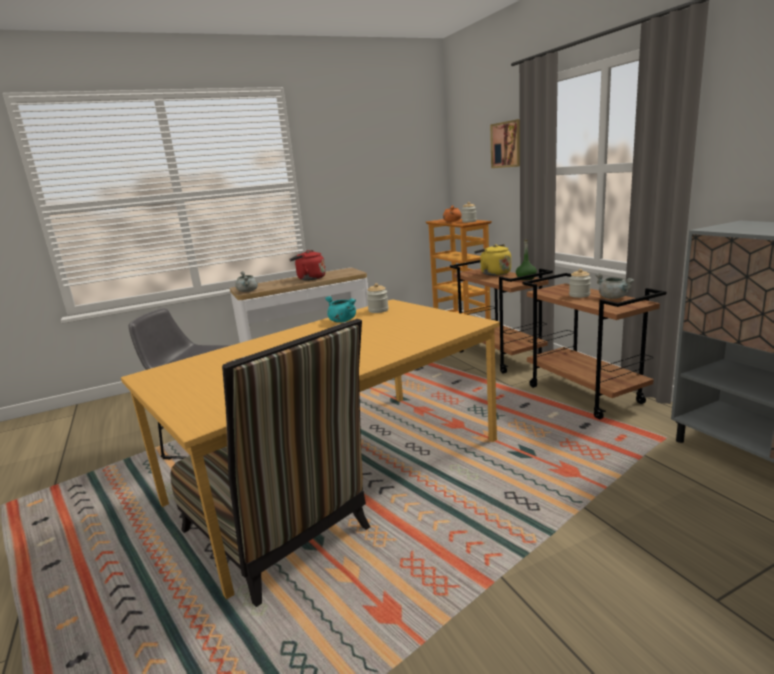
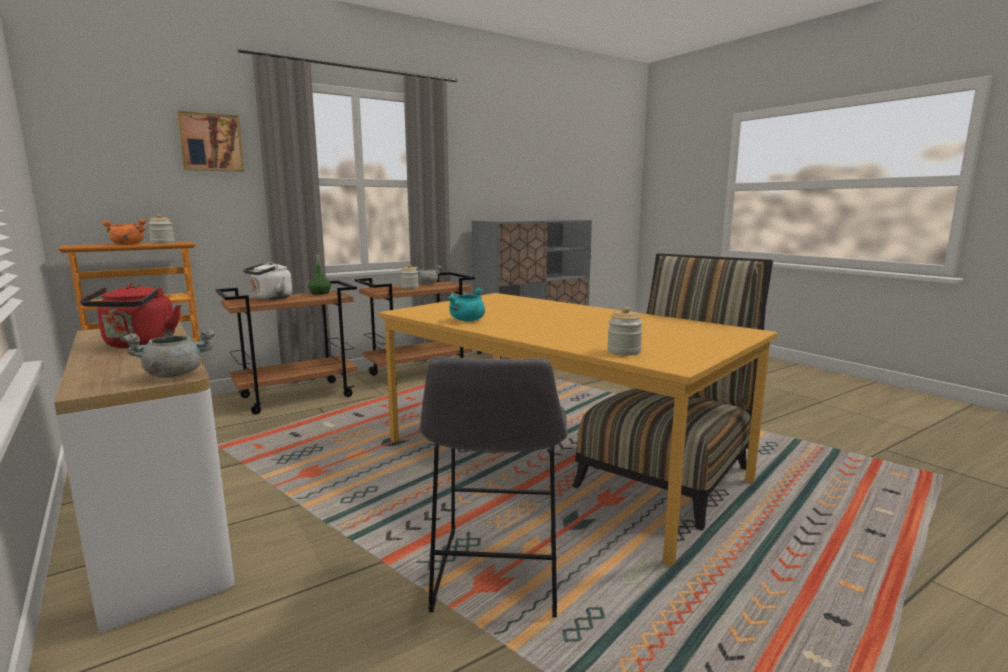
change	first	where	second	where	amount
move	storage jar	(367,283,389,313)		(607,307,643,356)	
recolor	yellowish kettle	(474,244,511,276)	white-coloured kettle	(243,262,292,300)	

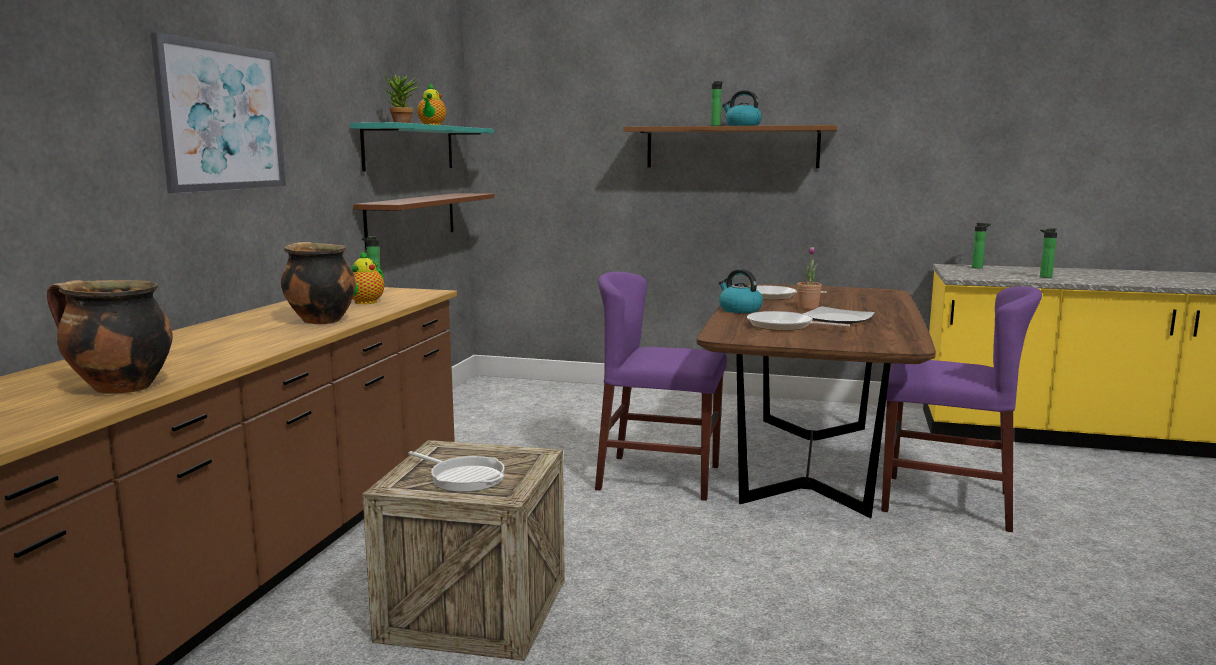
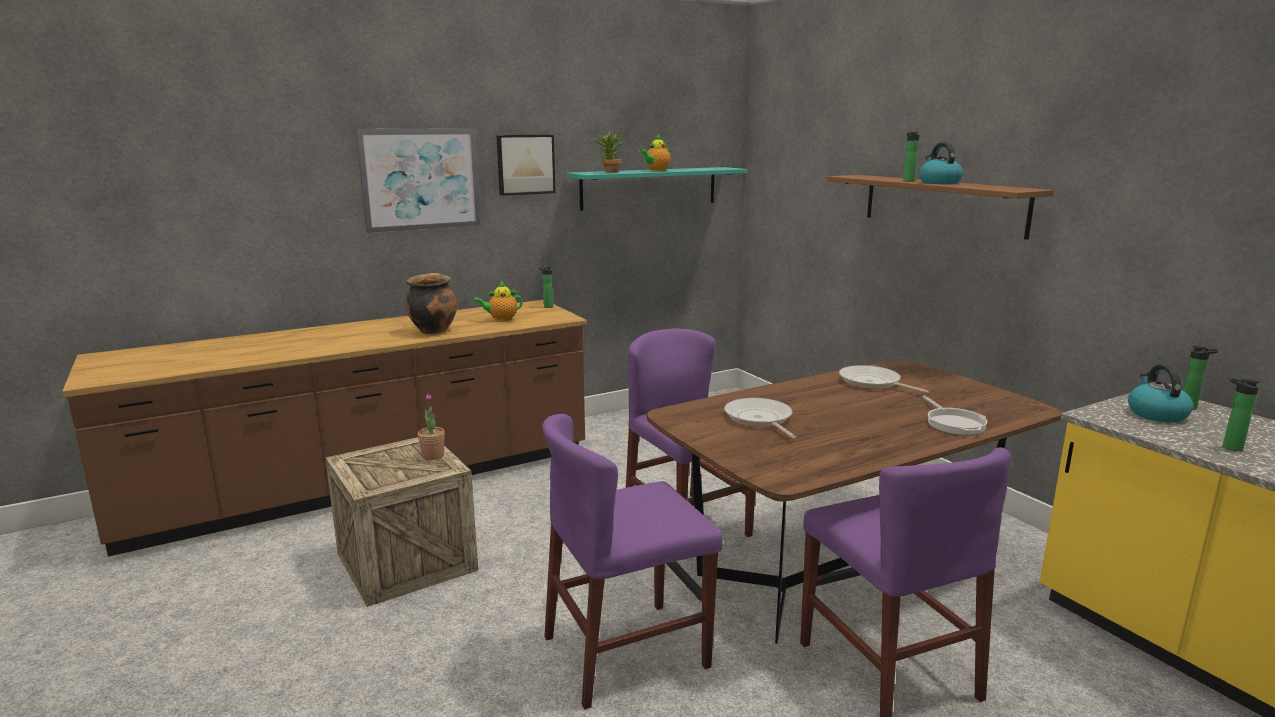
change	first	where	second	where	amount
delete	stockpot	(47,280,173,394)			
delete	brown-coloured wall shelf	(353,193,495,250)			
move	pan	(408,451,505,492)		(922,395,987,435)	
move	kettle	(719,269,763,313)		(1128,364,1193,422)	
move	houseplant	(797,247,822,309)		(418,394,445,460)	
delete	plate	(803,306,875,324)			
insert			wall picture	(496,135,556,196)	
insert			purplish upright chair	(542,414,723,710)	

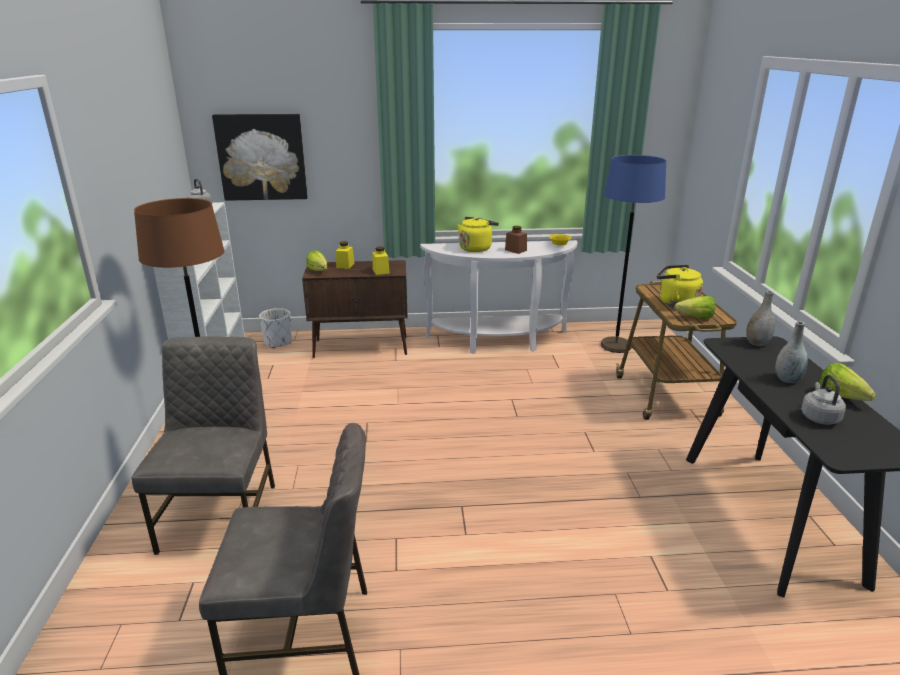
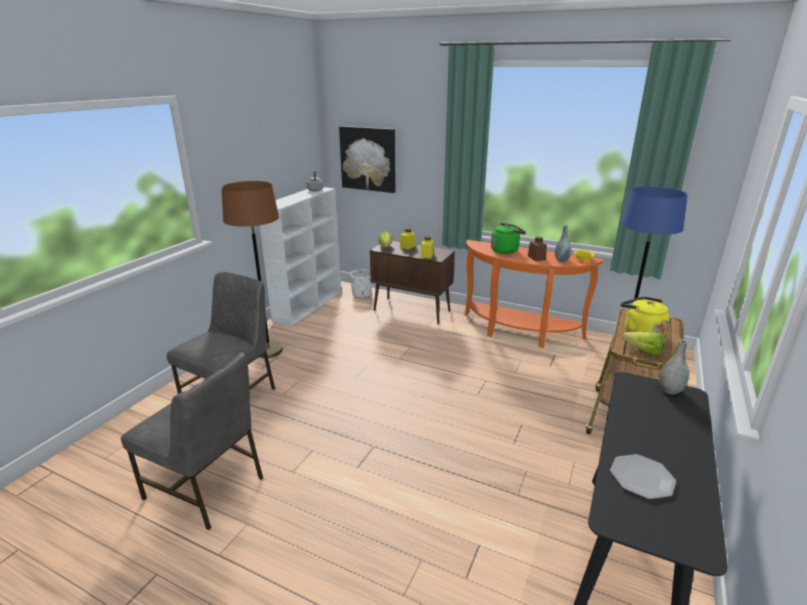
change	first	where	second	where	amount
recolor	white-coloured narrow table	(420,240,578,354)	orange narrow table	(464,240,604,348)	
recolor	yellowish kettle	(457,217,499,252)	green-coloured kettle	(491,223,526,254)	
move	grey flower vase	(775,321,808,383)		(555,225,571,262)	
replace	grey kettle	(801,375,846,425)	plate	(610,454,676,499)	
delete	lettuce head	(819,363,876,401)			

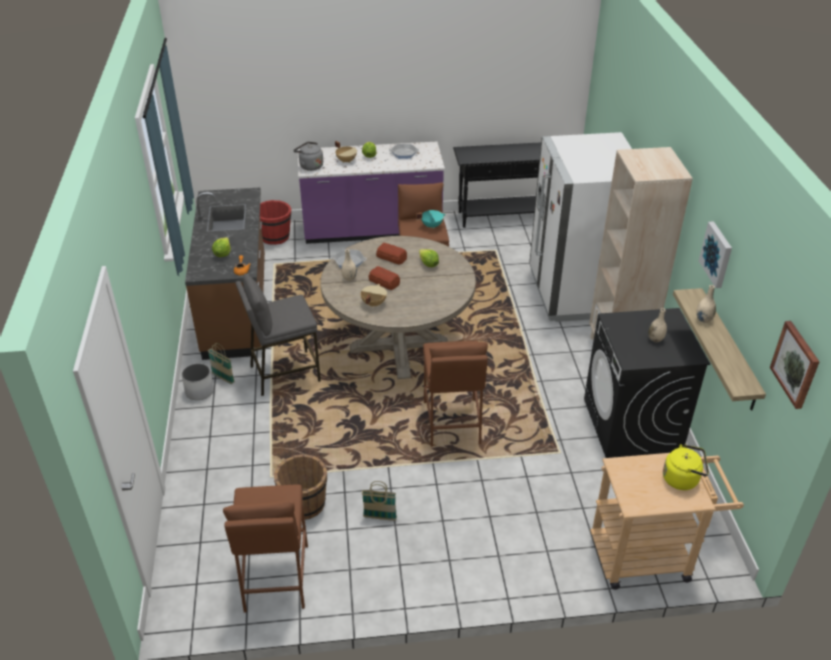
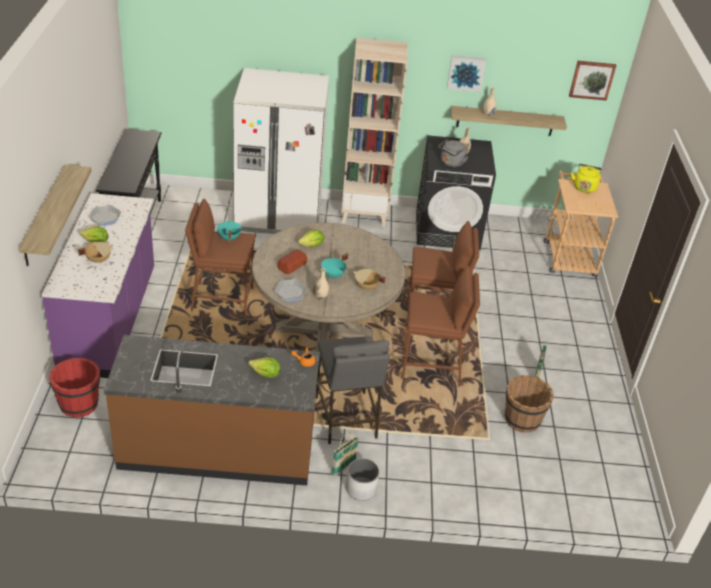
change	first	where	second	where	amount
move	brown-coloured sitting stool	(223,484,308,613)		(401,266,480,385)	
move	grey kettle	(293,142,323,171)		(438,139,468,167)	
replace	bakery bread	(369,266,400,290)	turquoise-coloured stockpot	(321,253,348,279)	
insert			wall shelf	(18,165,91,266)	

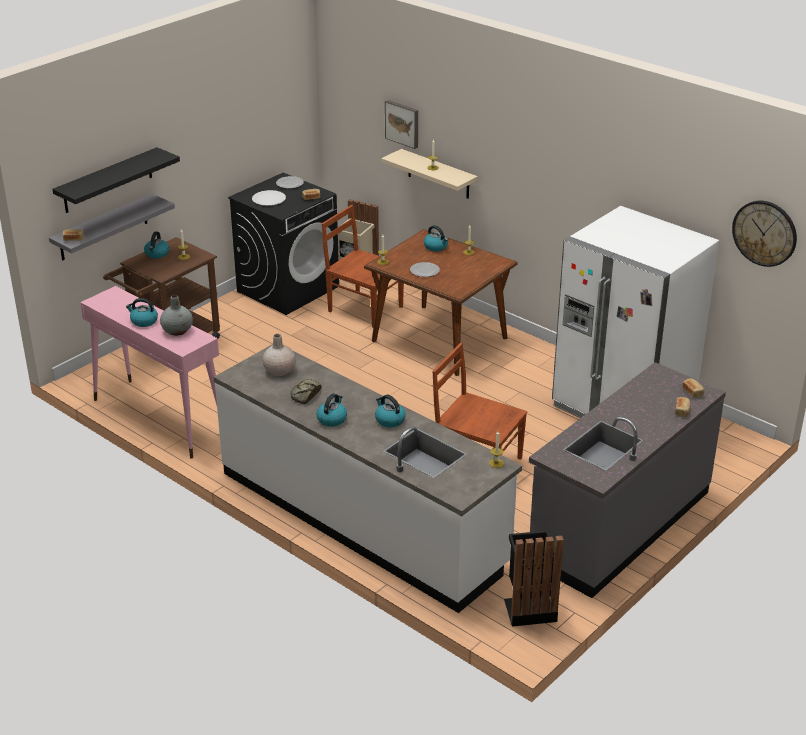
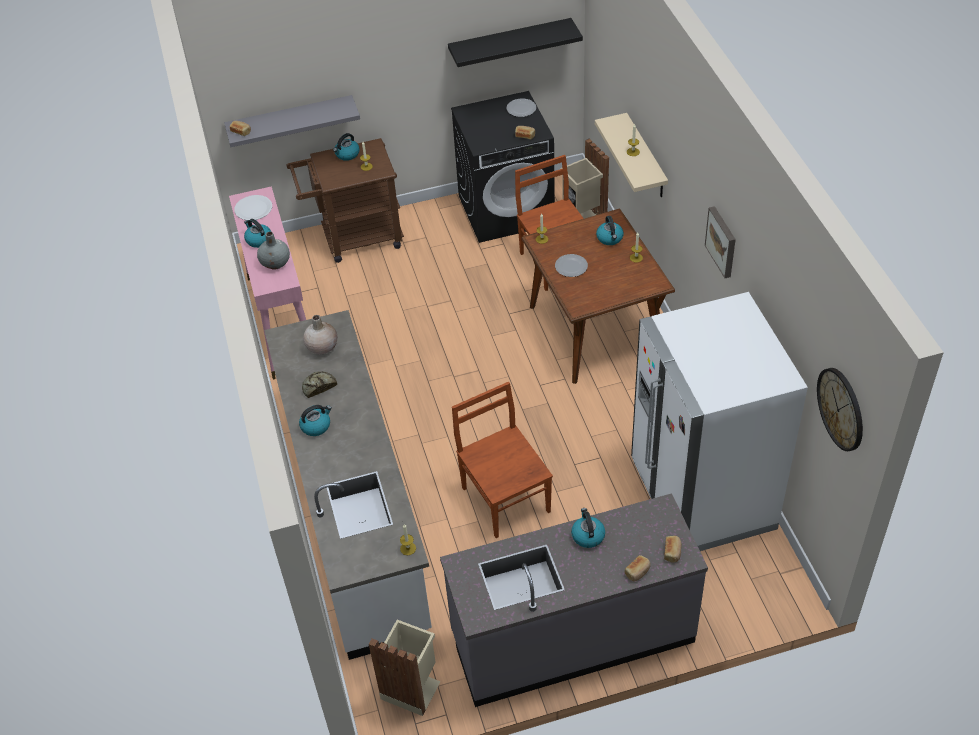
change	first	where	second	where	amount
move	blackish wall shelf	(52,147,180,213)		(448,18,583,67)	
move	white-coloured plate	(252,190,286,206)		(234,195,272,220)	
move	kettle	(375,395,406,427)		(571,508,605,548)	
move	wall picture	(385,100,418,149)		(705,206,736,278)	
recolor	blackish waste bin	(504,530,564,627)	beige waste bin	(369,620,441,716)	

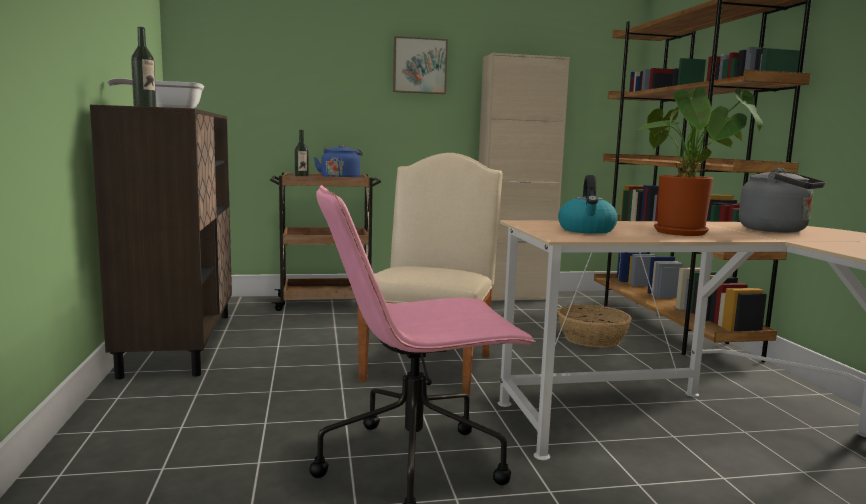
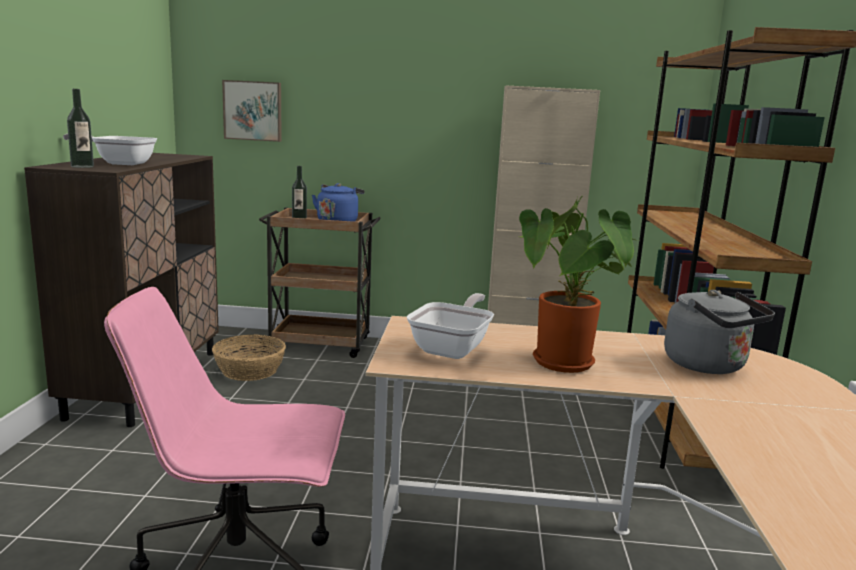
change	first	where	second	where	amount
delete	beige upright chair	(358,153,503,395)			
move	wall picture	(393,36,448,94)		(222,80,282,142)	
move	household basket	(557,305,632,348)		(212,335,286,381)	
replace	kettle	(558,175,618,234)	pan	(407,293,494,359)	

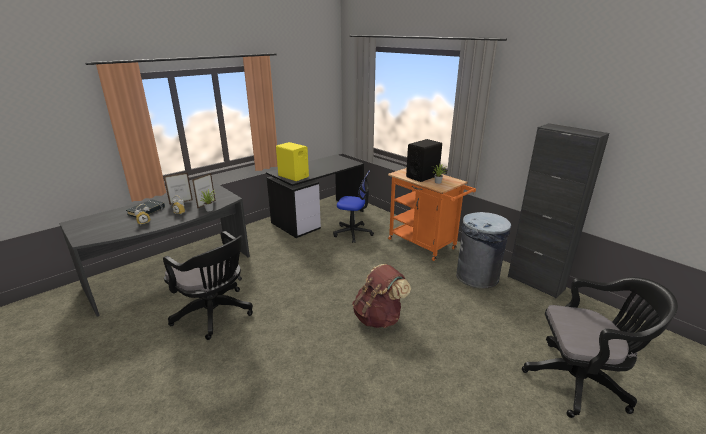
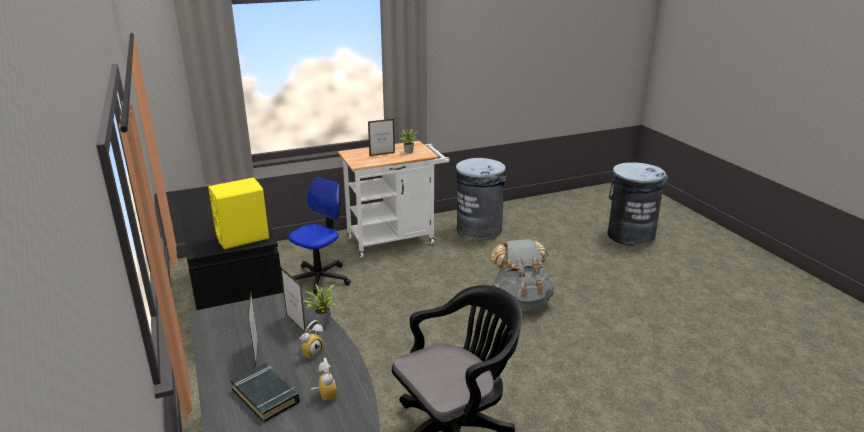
change	first	where	second	where	amount
recolor	brown-coloured rucksack	(352,264,411,328)	grey rucksack	(490,239,555,311)	
recolor	orange cart	(388,168,476,261)	white-coloured cart	(338,141,450,258)	
replace	blackish audio speaker	(406,139,442,182)	picture frame	(368,119,395,156)	
delete	blackish storage cabinet	(508,123,609,298)			
replace	blackish desk chair	(522,277,678,418)	grey waste bin	(608,162,668,247)	

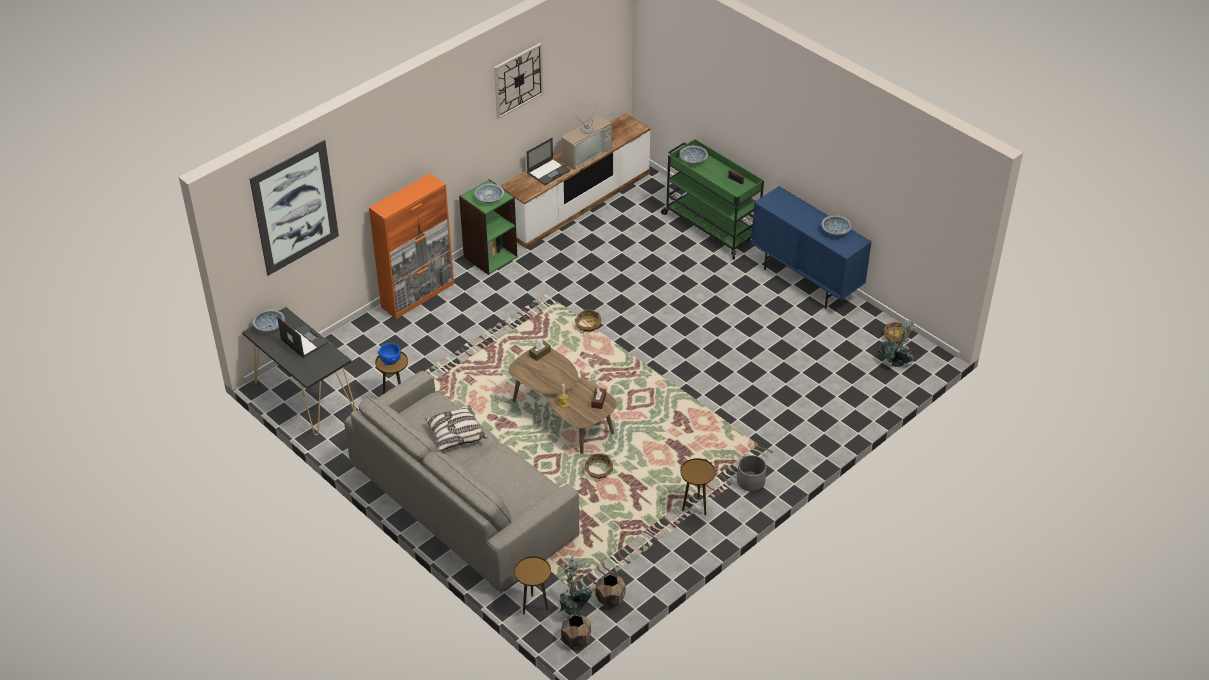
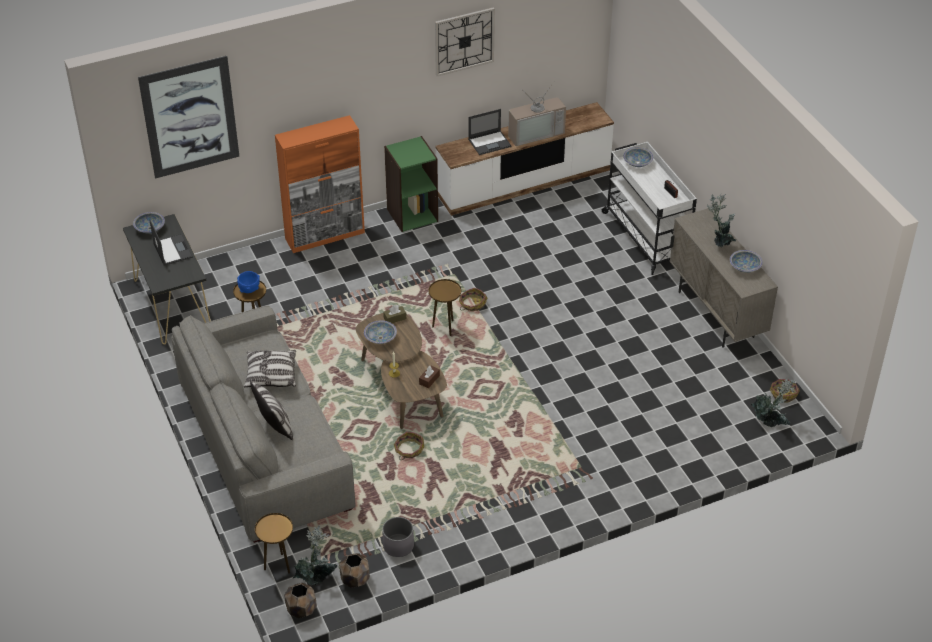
change	first	where	second	where	amount
move	deep dish	(475,184,504,203)		(364,320,397,344)	
recolor	green-coloured cart	(661,139,764,260)	white-coloured cart	(602,142,697,275)	
move	brown-coloured accent table	(680,458,715,515)		(429,279,461,336)	
move	grey plant pot	(737,455,766,492)		(382,517,414,557)	
recolor	blue-coloured storage cabinet	(751,186,872,309)	beige storage cabinet	(670,208,778,348)	
insert			pillow	(250,380,293,440)	
insert			houseplant	(707,193,736,247)	

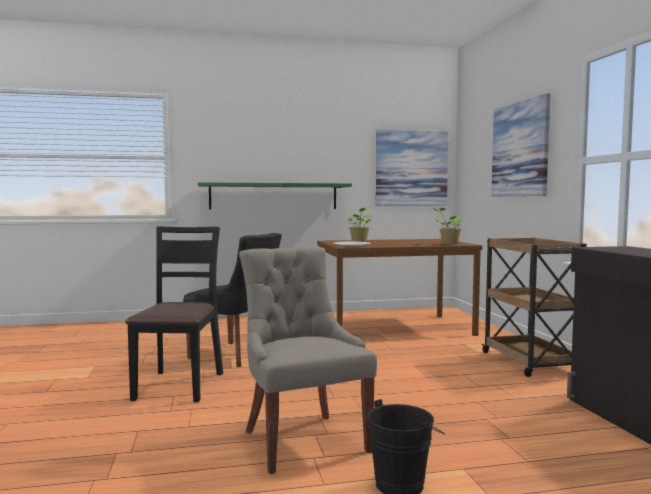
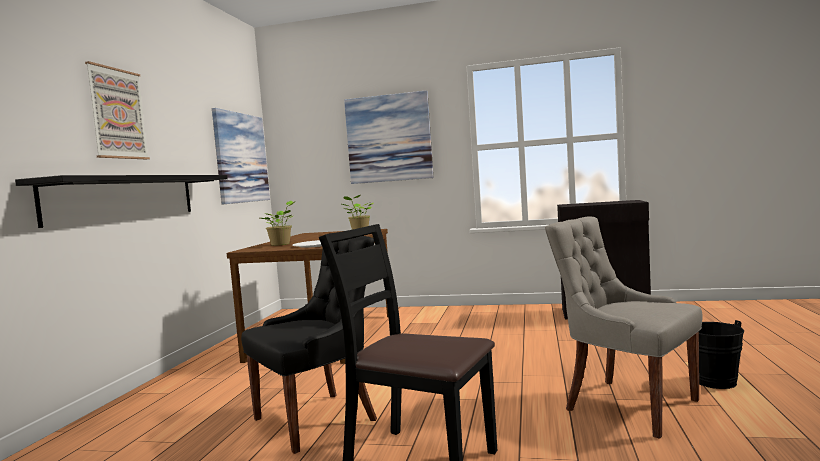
change	first	where	second	where	amount
recolor	green-coloured wall shelf	(198,182,352,209)	blackish wall shelf	(15,175,228,228)	
rotate	grey upright chair	(239,247,377,474)		(545,216,703,439)	45 degrees clockwise
delete	brown-coloured cart	(481,237,587,377)			
insert			wall picture	(85,61,150,159)	

